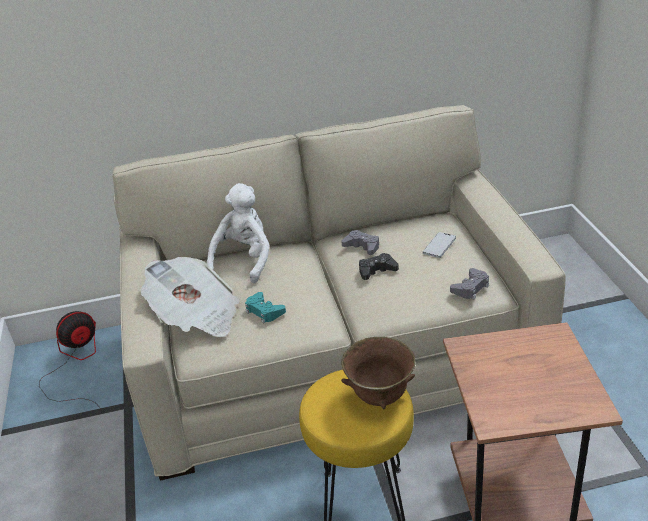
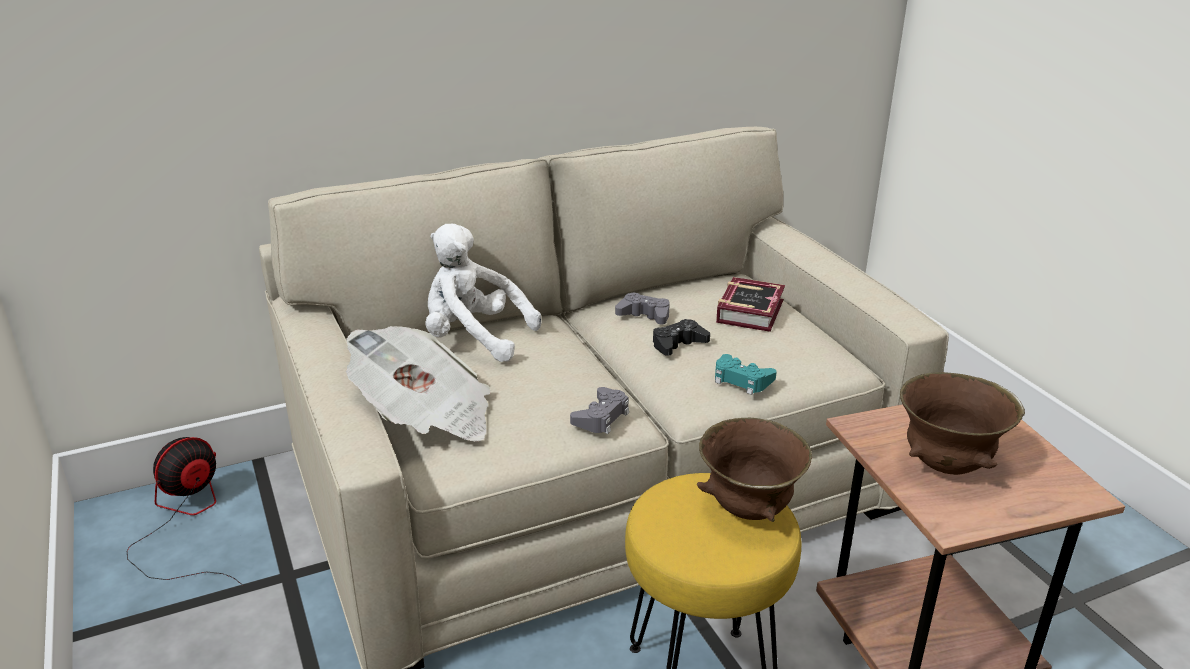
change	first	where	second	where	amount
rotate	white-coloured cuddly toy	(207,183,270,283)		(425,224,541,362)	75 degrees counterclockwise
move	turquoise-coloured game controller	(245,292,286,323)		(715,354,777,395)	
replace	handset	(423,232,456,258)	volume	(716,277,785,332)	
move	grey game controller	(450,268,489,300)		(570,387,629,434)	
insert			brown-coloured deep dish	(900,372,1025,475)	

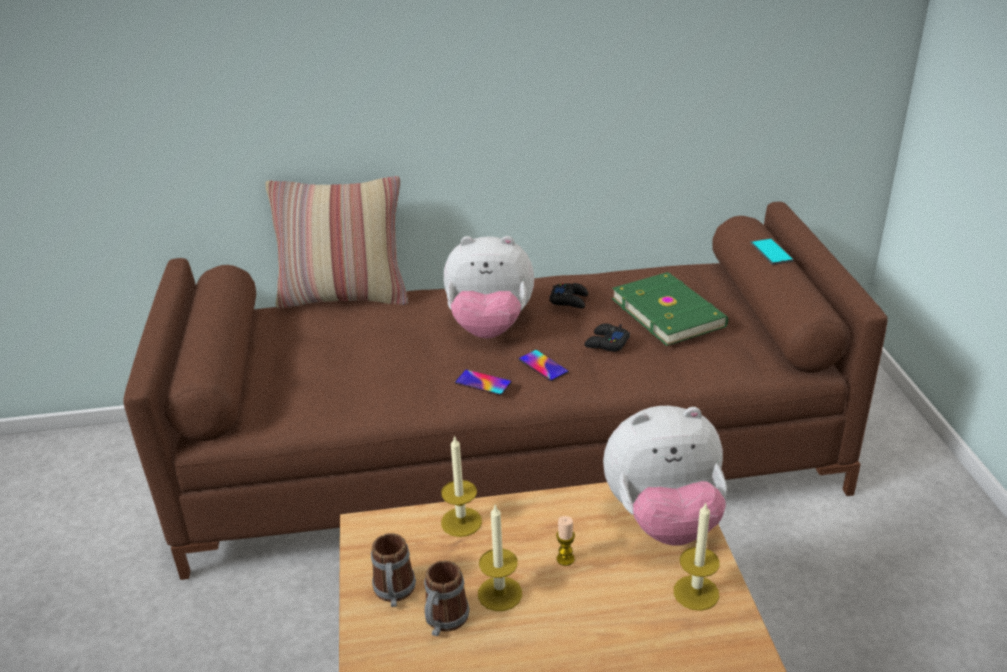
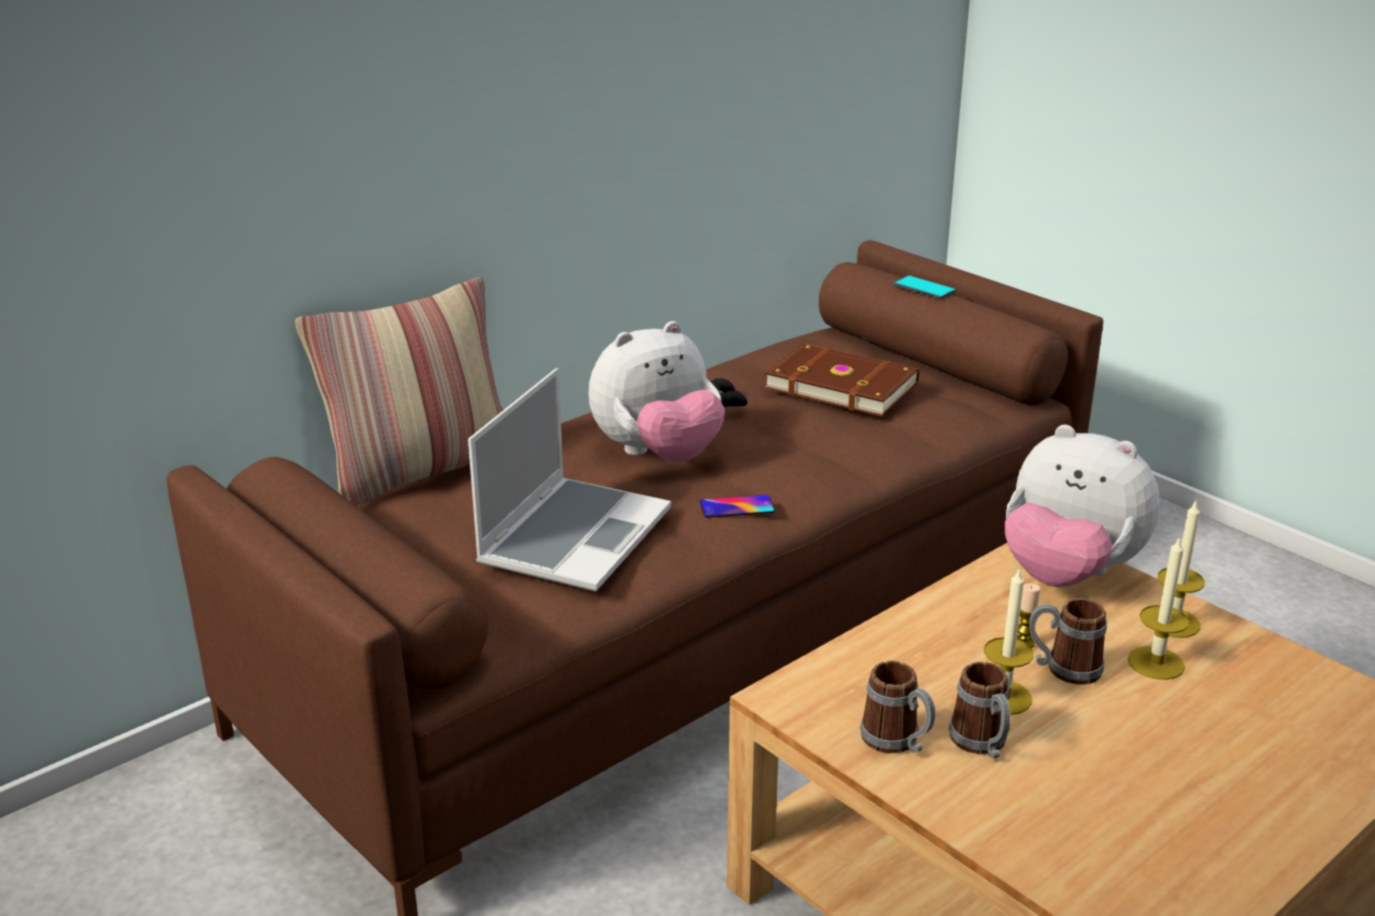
change	first	where	second	where	amount
move	candle	(441,435,482,537)		(1128,536,1189,680)	
delete	handset	(519,350,569,381)			
delete	blackish game controller	(584,323,630,352)			
rotate	cuddly toy	(603,406,727,546)		(1004,425,1160,587)	75 degrees clockwise
recolor	green-coloured volume	(612,272,728,346)	brown-coloured volume	(765,343,919,416)	
insert			notebook computer	(468,368,671,592)	
insert			tea mug	(1029,598,1107,685)	

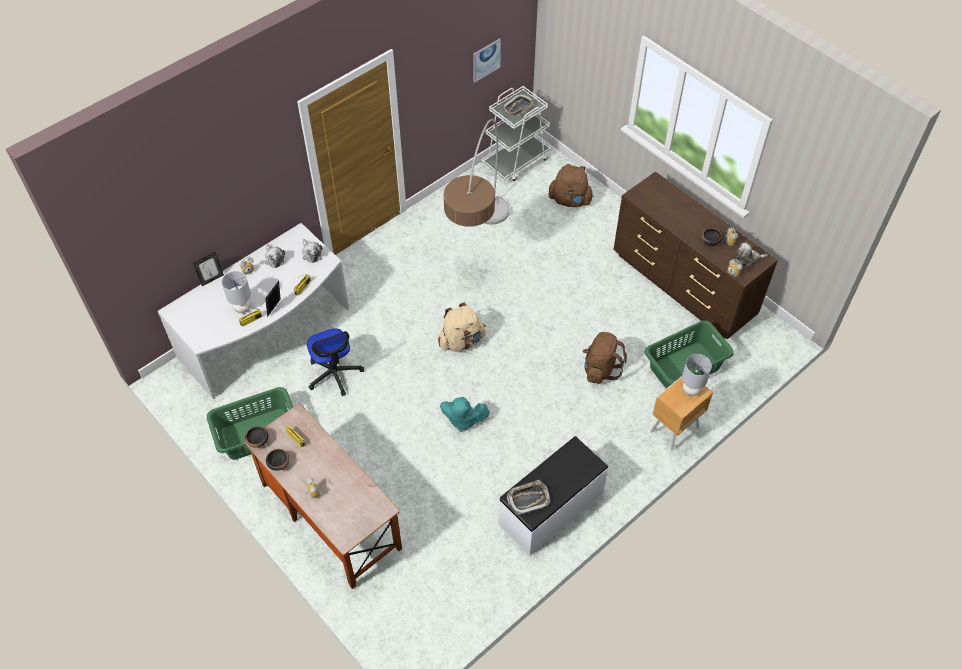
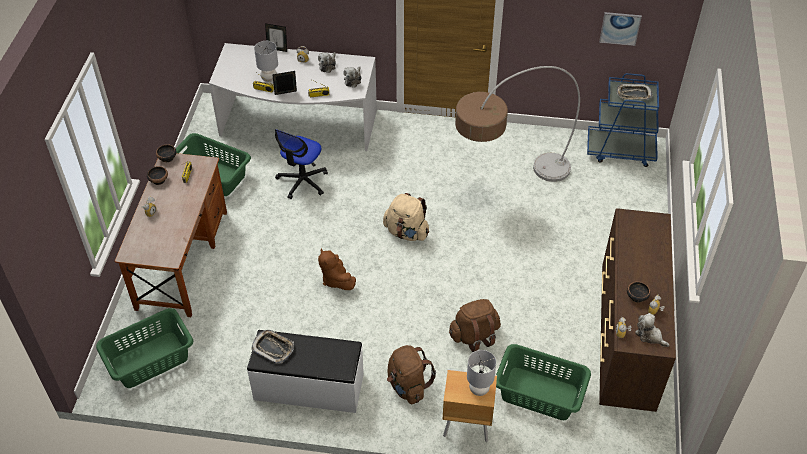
change	first	where	second	where	amount
recolor	turquoise-coloured cuddly toy	(440,397,490,432)	brown-coloured cuddly toy	(318,248,356,290)	
recolor	white-coloured cart	(481,86,552,181)	blue-coloured cart	(587,73,659,167)	
move	brown-coloured rucksack	(549,164,594,207)		(387,345,436,404)	
insert			green-coloured hamper	(96,308,194,388)	

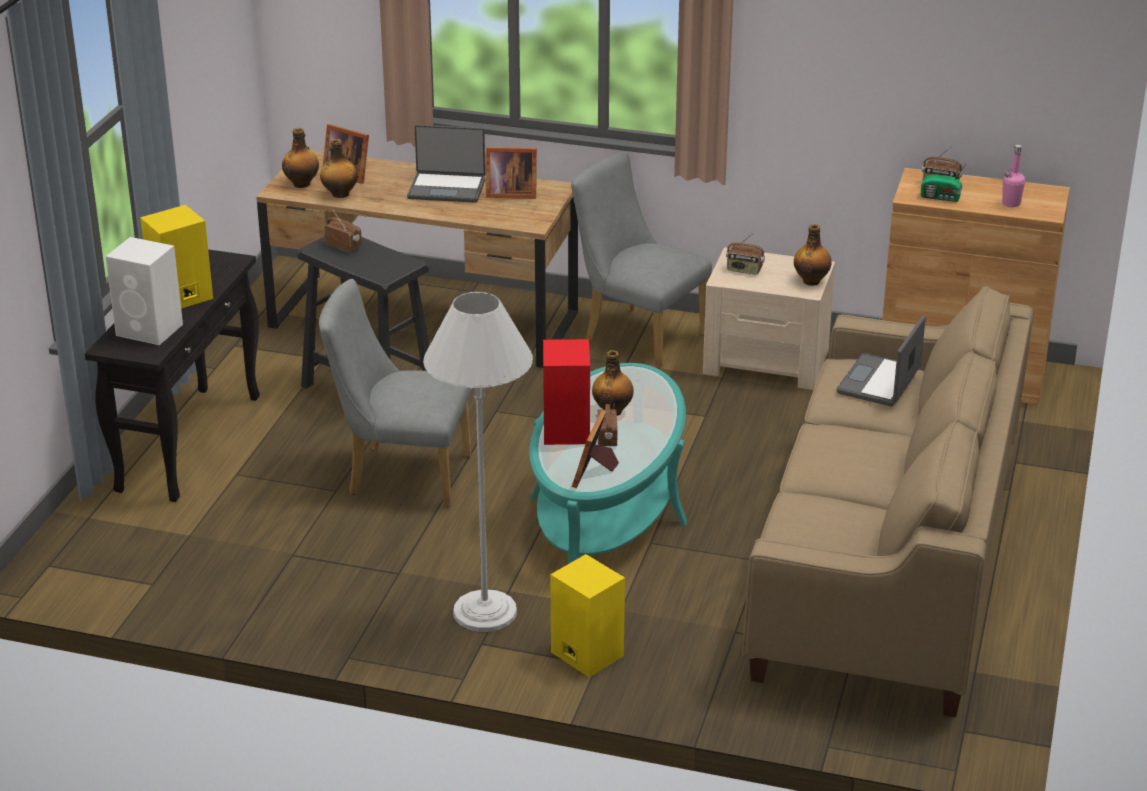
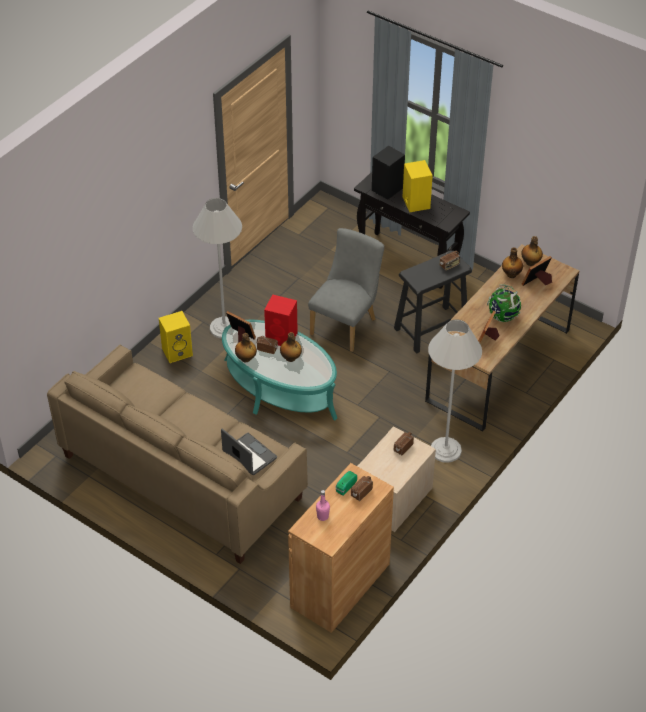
change	first	where	second	where	amount
recolor	white-coloured audio speaker	(105,237,183,345)	blackish audio speaker	(372,145,405,200)	
replace	notebook computer	(407,125,486,203)	world globe	(487,285,521,322)	
replace	grey upright chair	(571,151,712,369)	white-coloured floor lamp	(428,319,482,463)	
move	drink bottle	(794,224,832,286)		(235,333,257,362)	

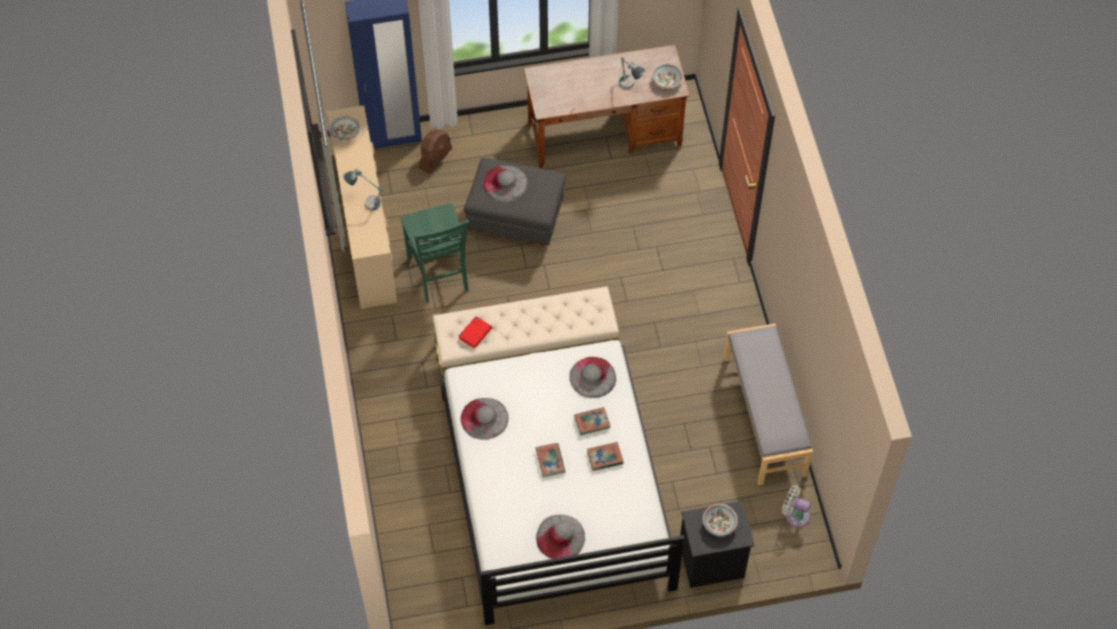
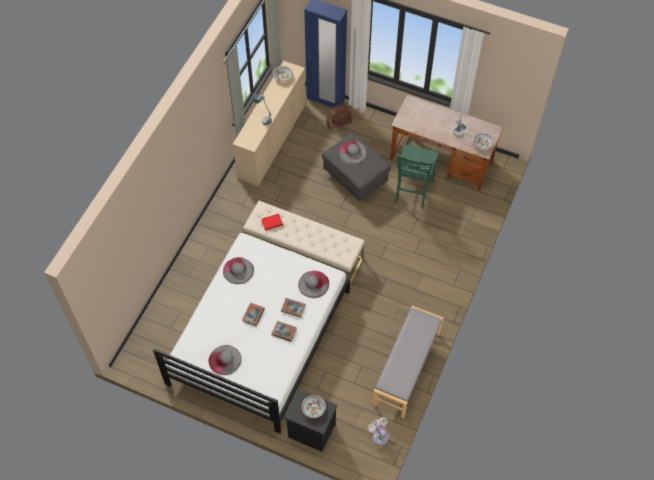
change	first	where	second	where	amount
move	green-coloured upright chair	(400,203,469,303)		(395,145,438,209)	

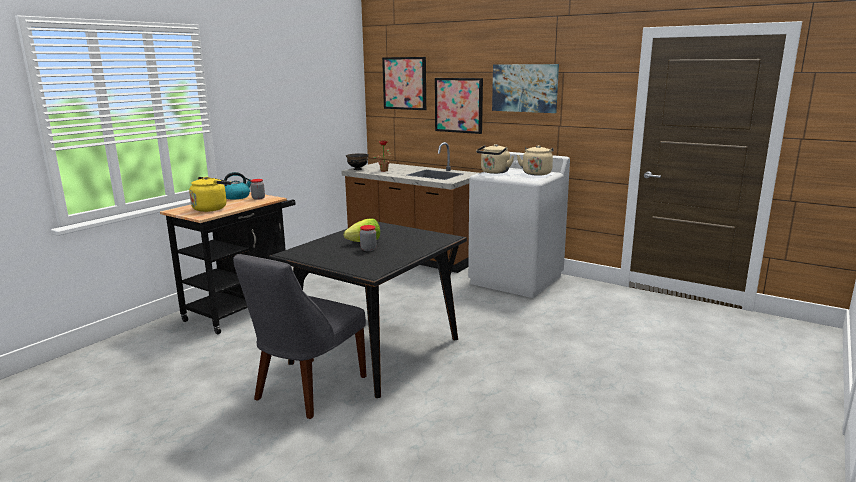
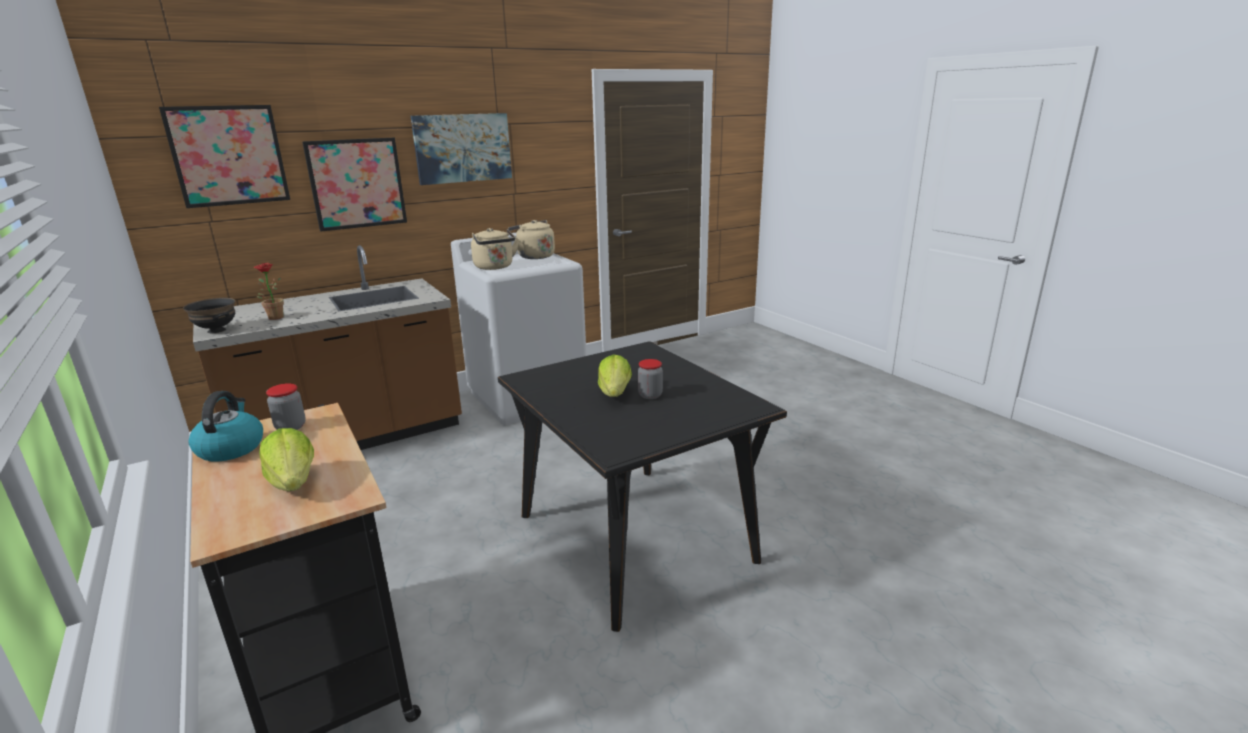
change	first	where	second	where	amount
replace	yellowish kettle	(189,177,231,212)	lettuce head	(259,428,314,491)	
delete	grey upright chair	(233,254,366,419)			

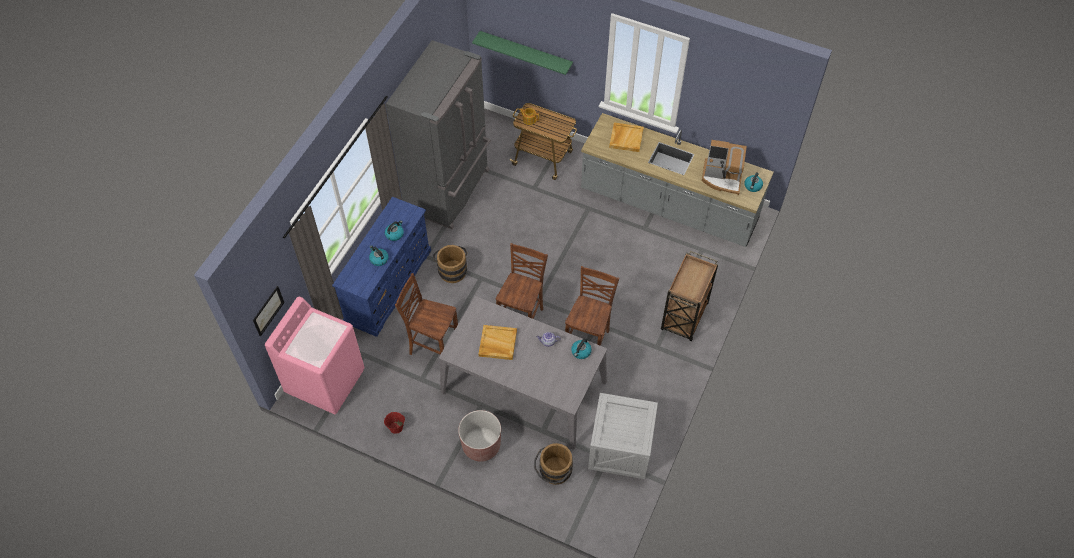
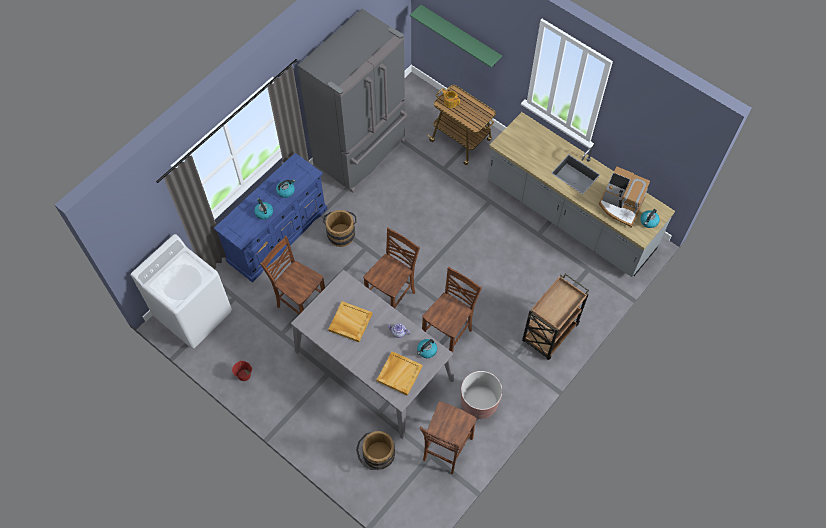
change	first	where	second	where	amount
delete	wall picture	(253,286,285,337)			
recolor	pink laundry machine	(265,296,365,414)	white-coloured laundry machine	(131,234,232,348)	
move	brown-coloured plant pot	(458,410,501,461)		(461,371,502,419)	
replace	packing crate	(588,393,658,479)	brown-coloured upright chair	(420,401,477,474)	
move	beige carrying tray	(609,123,644,152)		(377,351,422,396)	

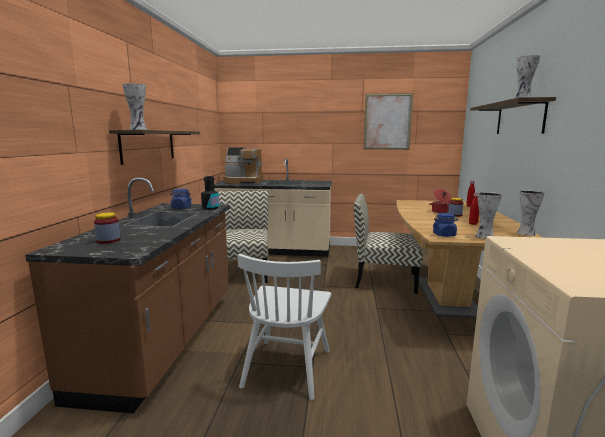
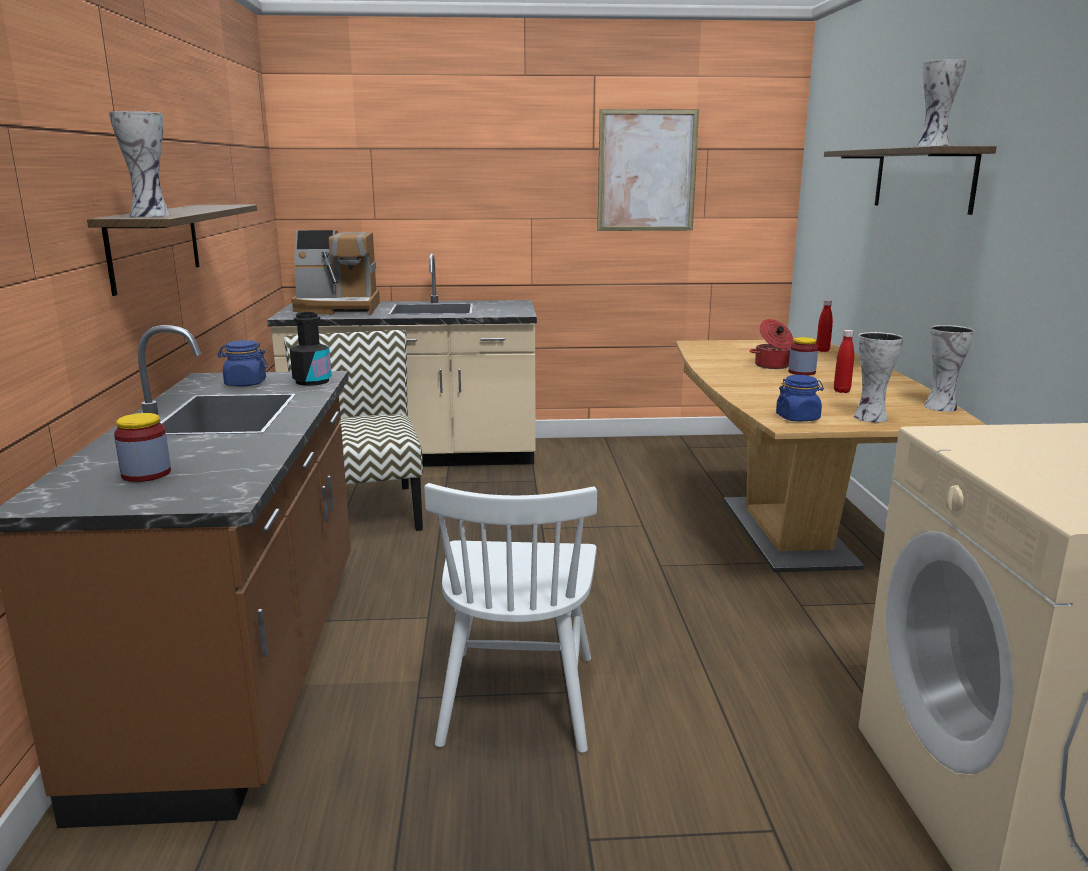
change	first	where	second	where	amount
delete	upright chair	(353,194,423,294)			

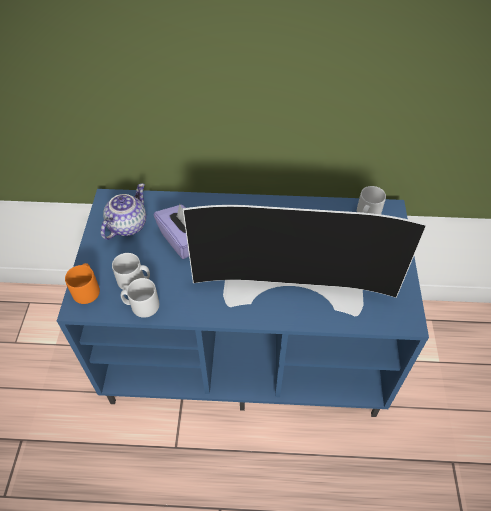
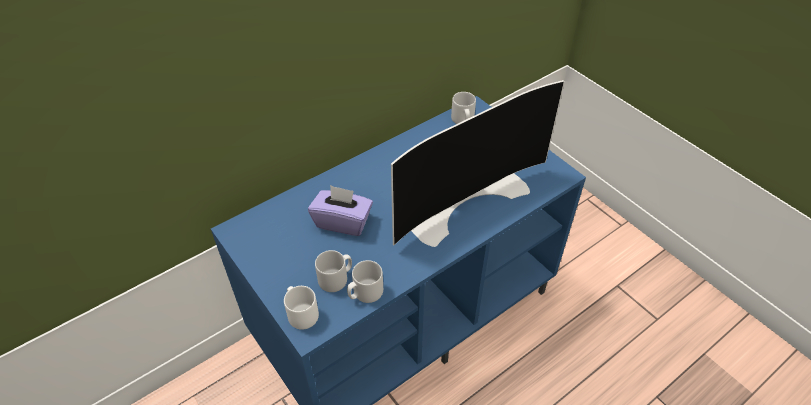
change	first	where	second	where	amount
recolor	orange tea mug	(65,263,100,304)	white-coloured tea mug	(284,286,319,330)	
delete	teapot	(101,183,146,240)			

